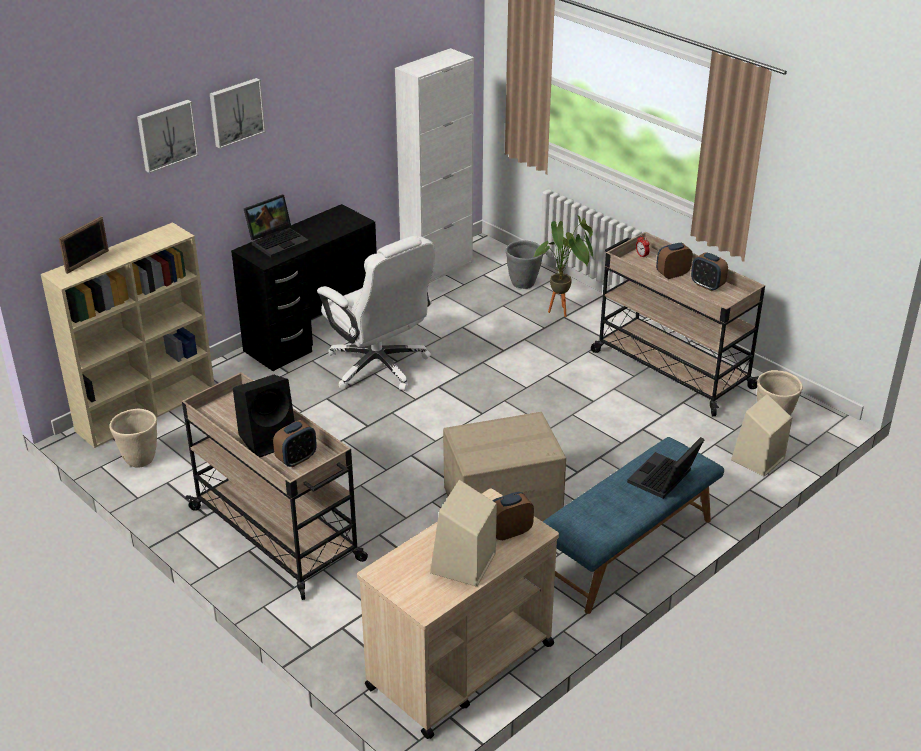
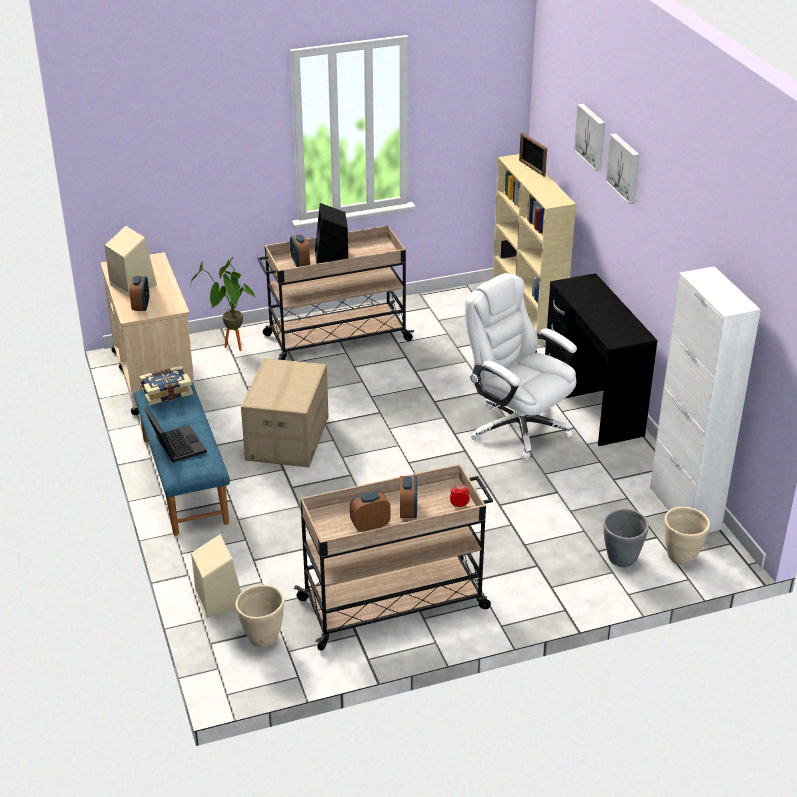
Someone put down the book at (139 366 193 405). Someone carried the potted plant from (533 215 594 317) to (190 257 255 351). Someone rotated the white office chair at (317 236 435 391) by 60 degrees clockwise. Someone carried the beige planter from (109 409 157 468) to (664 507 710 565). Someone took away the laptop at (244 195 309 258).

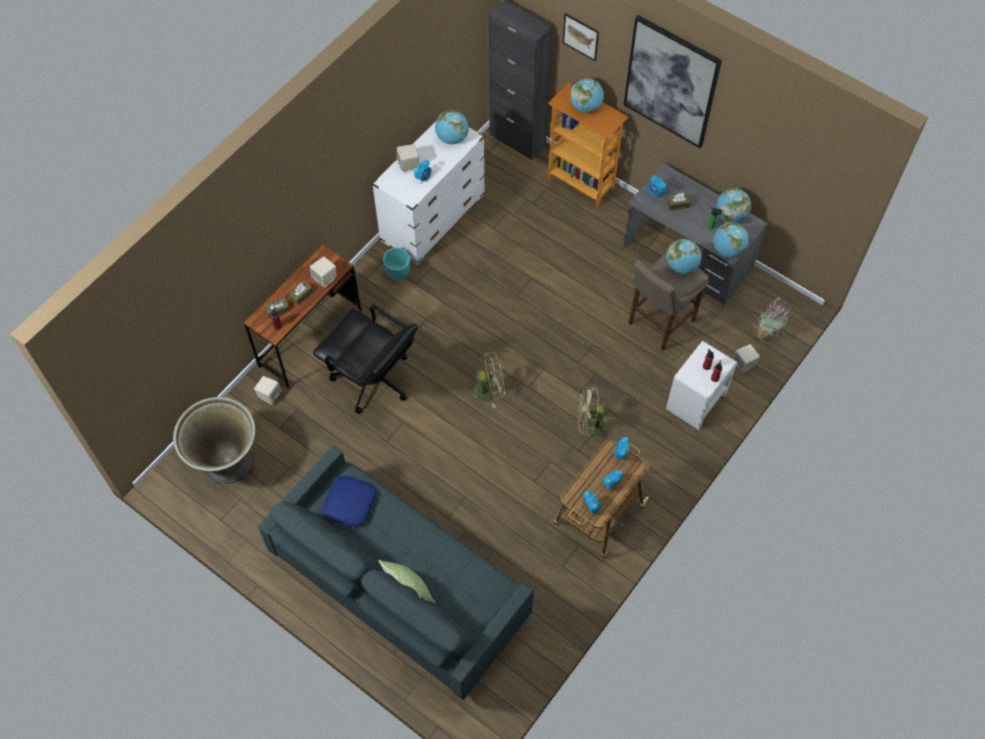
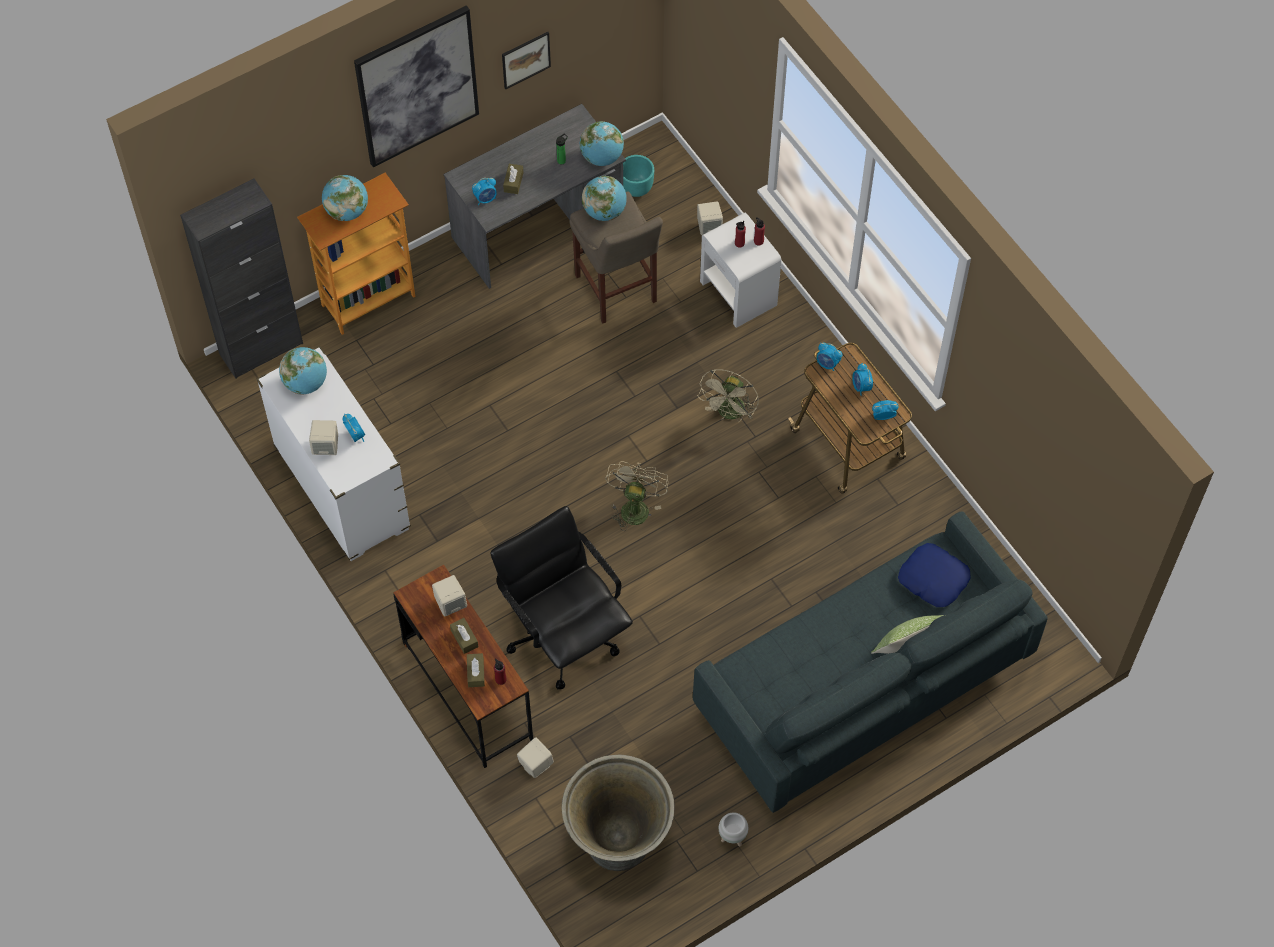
Someone rotated the black office chair at (313 305 418 414) by 90 degrees counterclockwise. Someone carried the picture from (563 13 599 61) to (502 32 551 89). Someone carried the turquoise planter from (383 248 410 280) to (623 155 654 197). Someone put down the white planter at (719 812 748 846). Someone carried the blue pillow from (322 476 376 526) to (898 543 971 607). Someone took away the globe at (716 188 751 223). Someone took away the potted plant at (753 296 791 343).

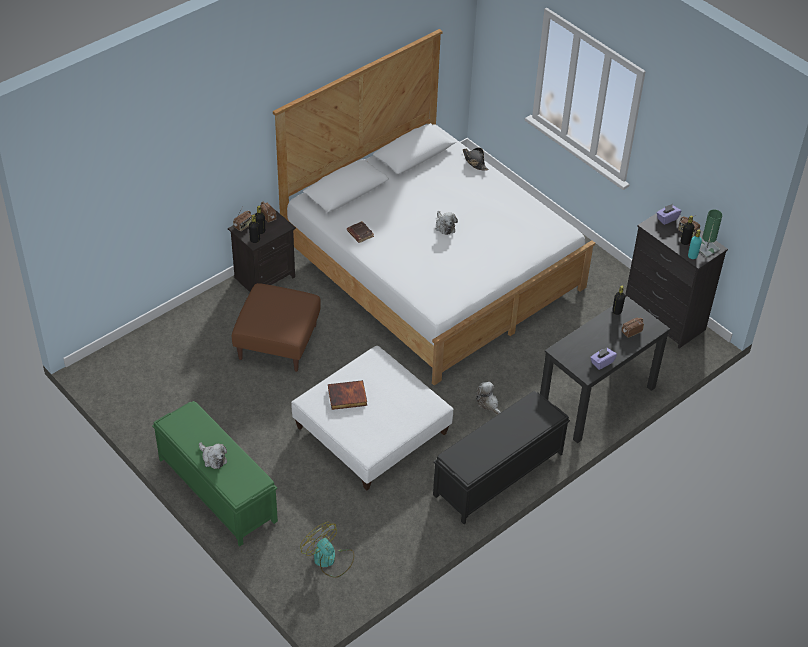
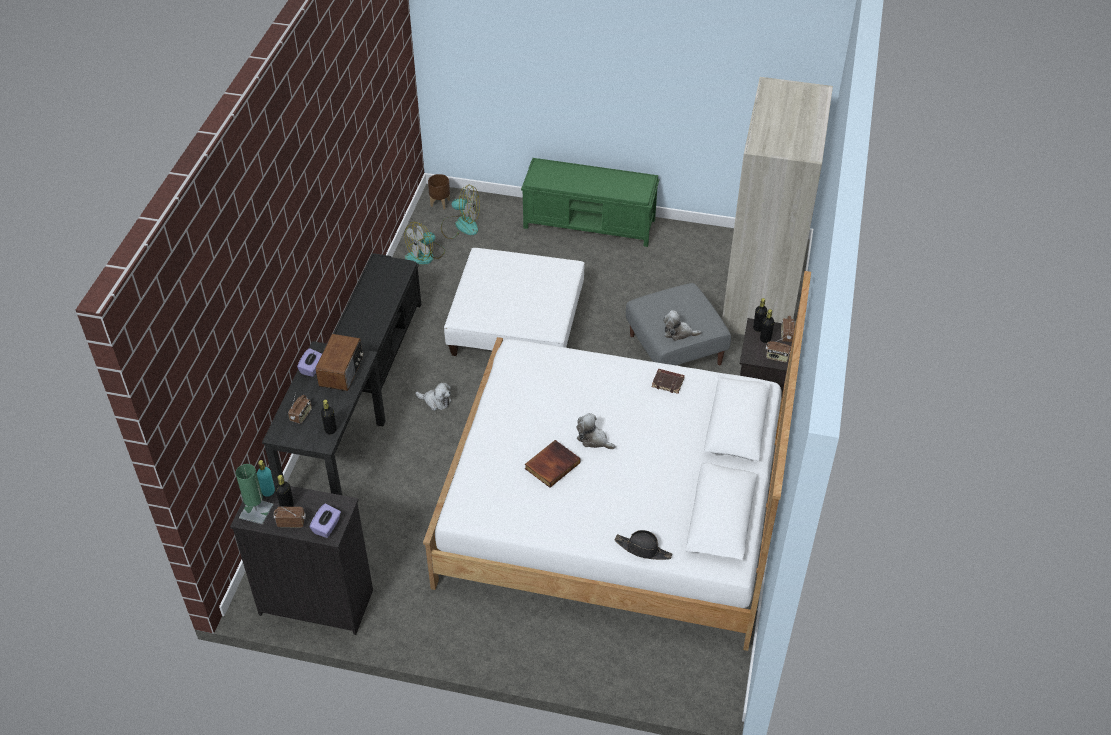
Someone put down the radio at (316 334 363 391). Someone put down the fan at (405 222 445 265). Someone put down the brown planter at (428 174 450 209). Someone carried the book from (328 380 367 410) to (525 440 580 488). Someone repainted the brown ottoman at (232 283 321 372), which became the grey ottoman at (626 283 731 365). Someone carried the plush toy from (199 442 227 469) to (663 310 702 341). Someone put down the beige wardrobe at (722 77 833 335).

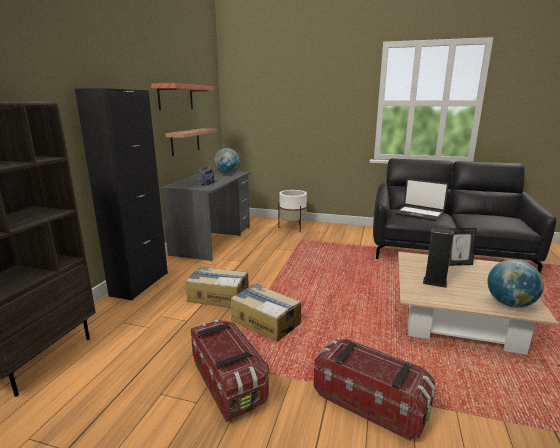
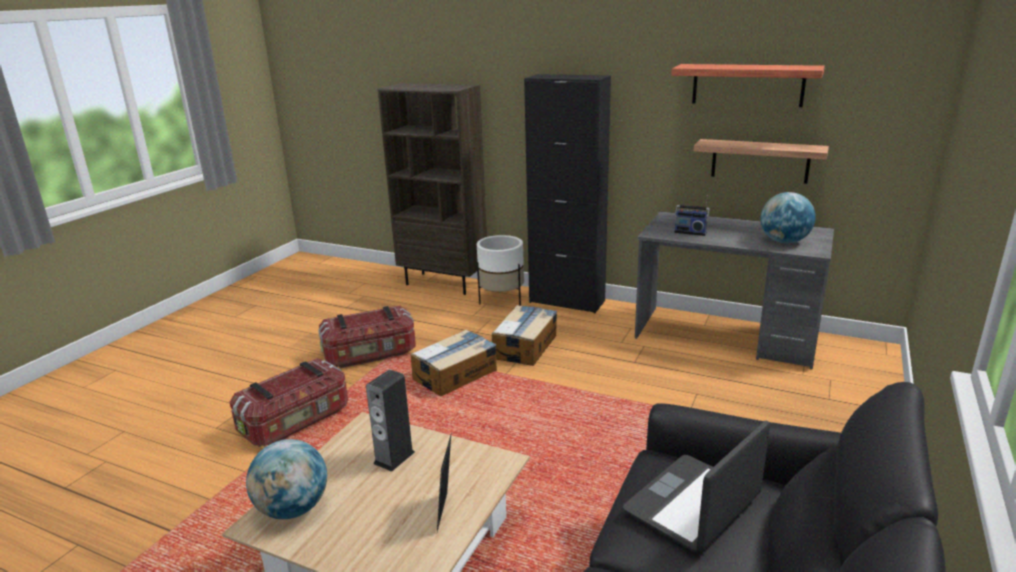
Someone carried the white planter from (279 190 307 228) to (477 235 524 306).

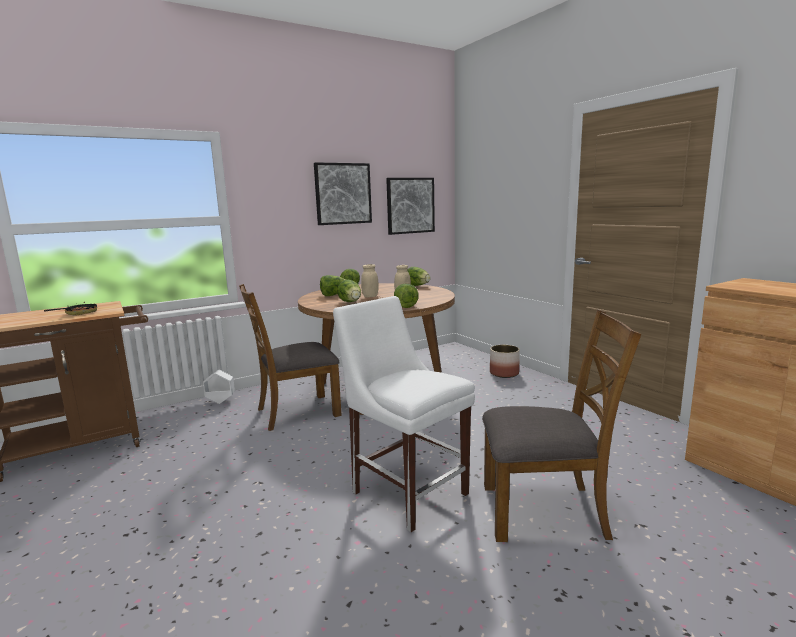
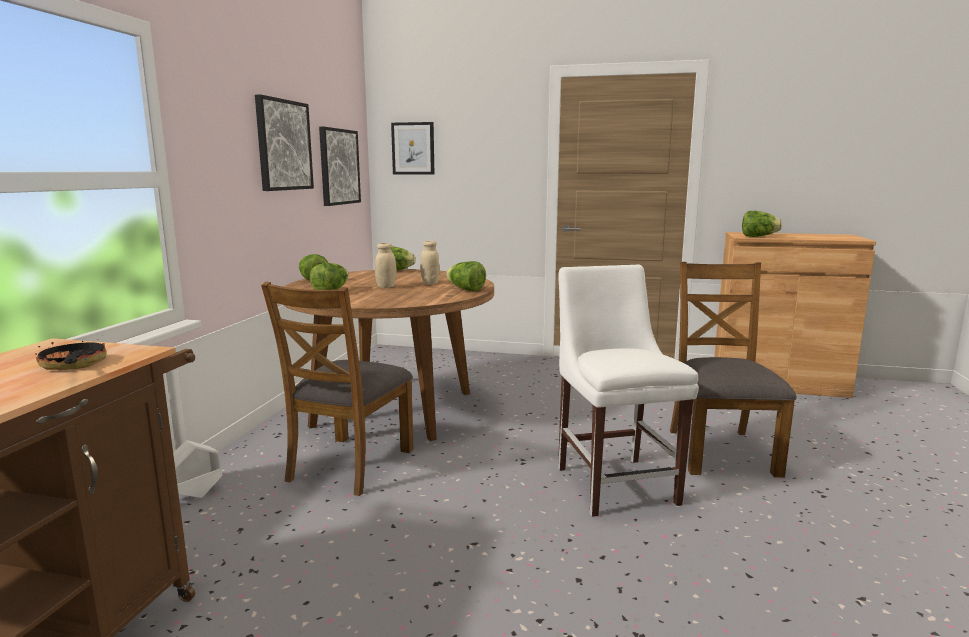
Someone put up the picture at (391 122 434 174). Someone rotated the white chair at (333 296 475 532) by 75 degrees clockwise. Someone rotated the brown chair at (482 309 642 542) by 45 degrees counterclockwise. Someone carried the lettuce from (337 280 361 302) to (742 211 782 237). Someone took away the planter at (490 345 520 378).

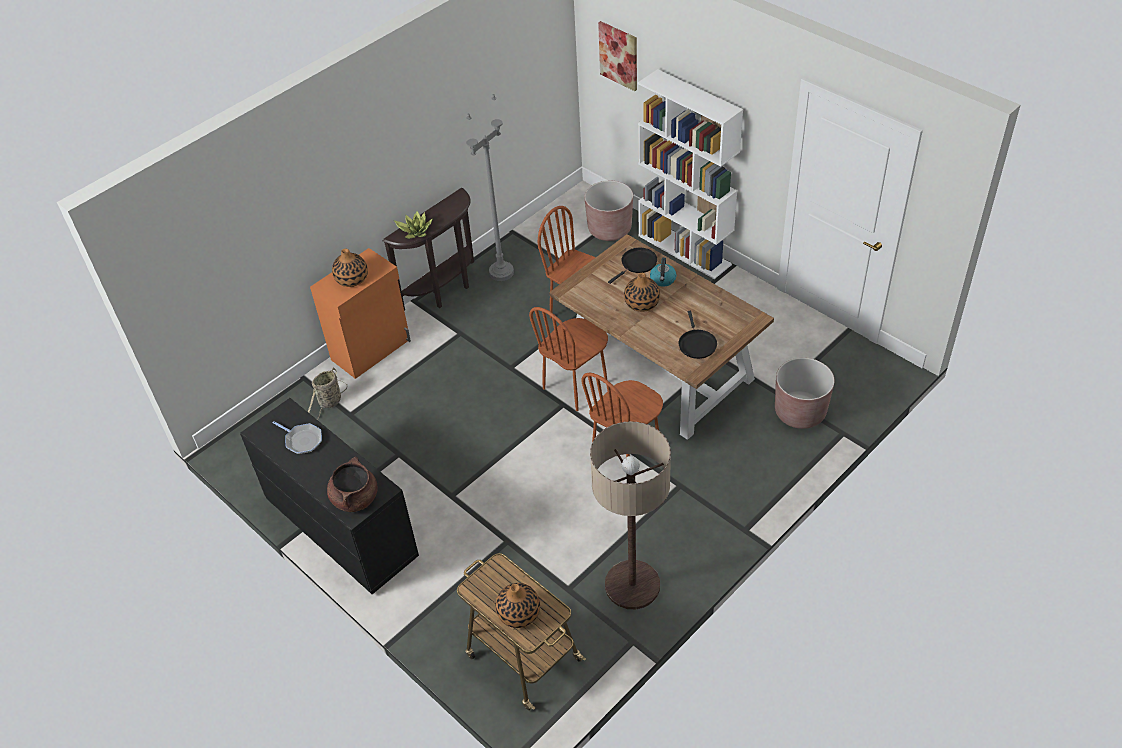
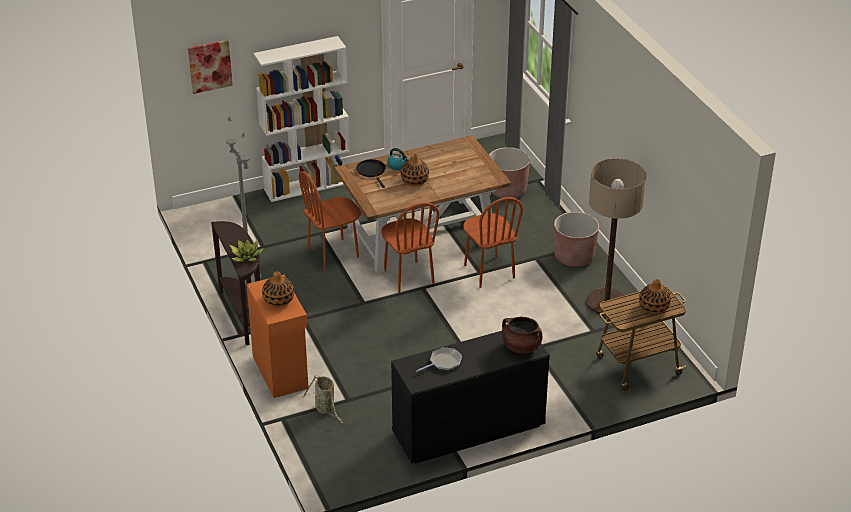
Someone carried the brown planter from (584 181 633 241) to (554 212 599 267). Someone took away the black frying pan at (679 311 717 359).

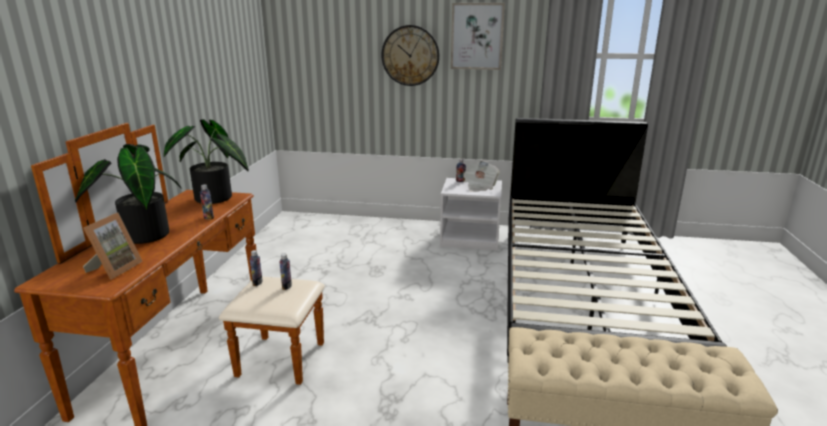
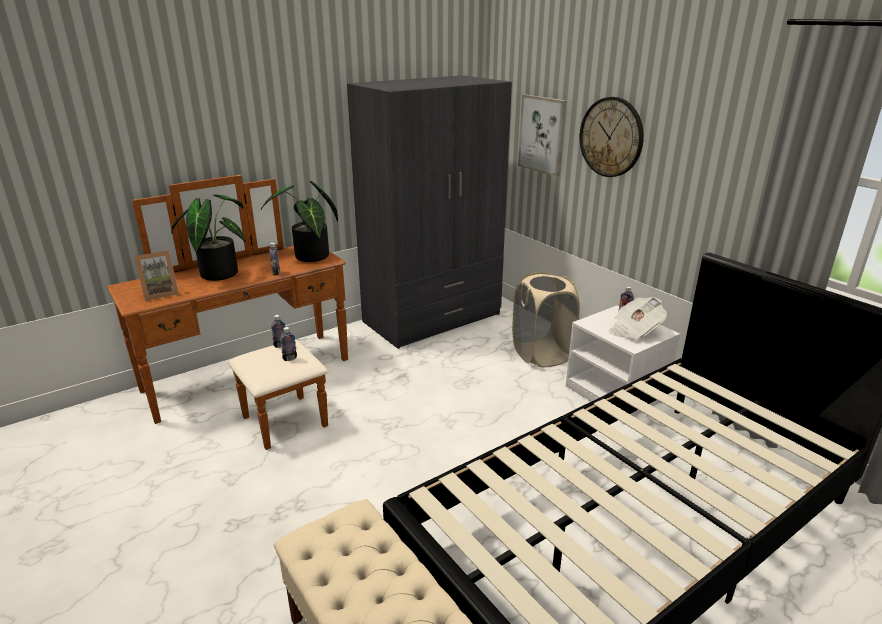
Someone put down the grey wardrobe at (347 75 512 349). Someone put down the beige laundry basket at (512 272 580 368). Someone carried the picture from (451 3 505 70) to (518 94 566 177).

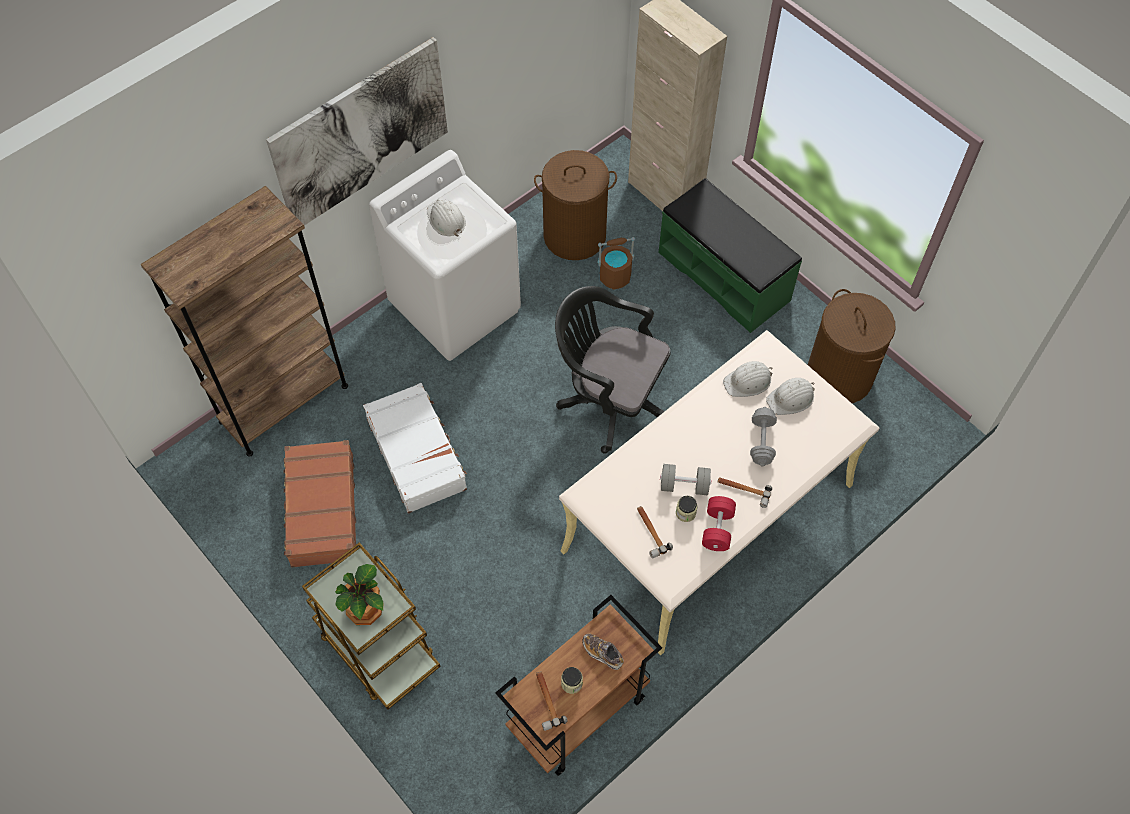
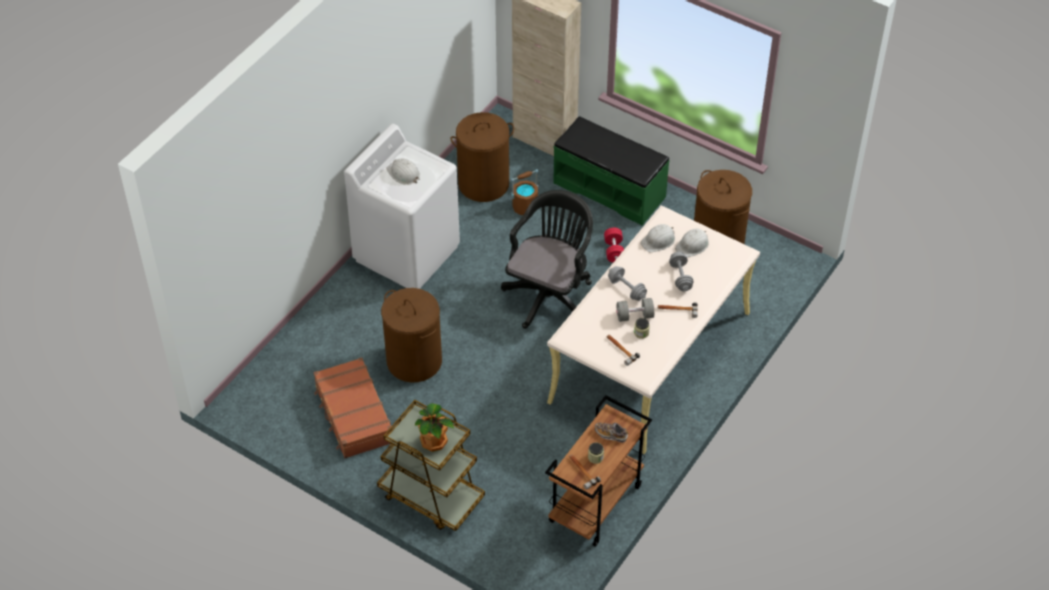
Someone swapped the white suitcase at (363 383 467 513) for the brown laundry basket at (381 288 442 382). Someone rotated the black office chair at (555 286 671 454) by 105 degrees clockwise. Someone carried the red dumbbell from (702 496 736 551) to (604 228 624 262). Someone put down the grey dumbbell at (608 266 647 301). Someone took away the brown bookcase at (140 186 348 457). Someone took away the picture at (266 37 448 225).

